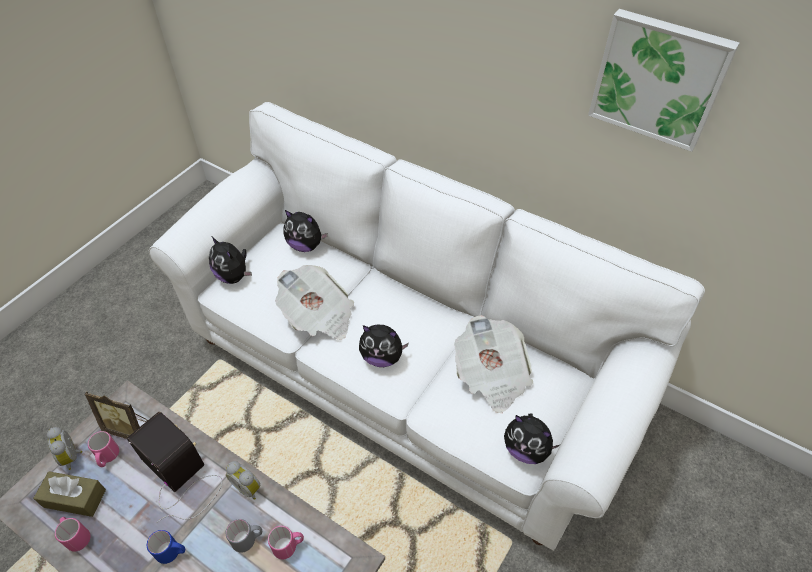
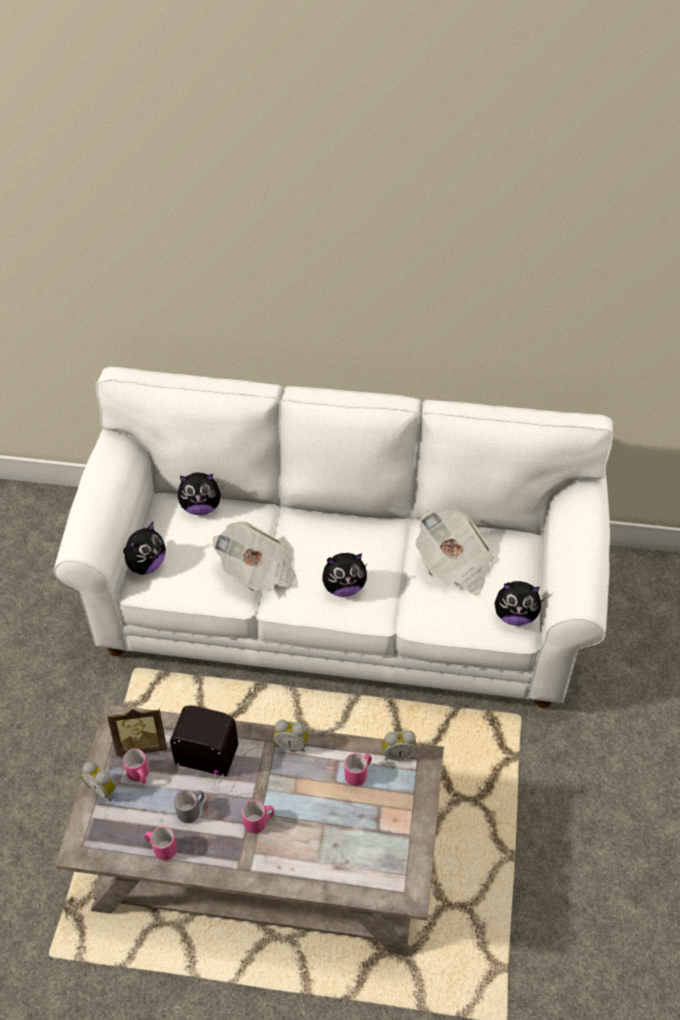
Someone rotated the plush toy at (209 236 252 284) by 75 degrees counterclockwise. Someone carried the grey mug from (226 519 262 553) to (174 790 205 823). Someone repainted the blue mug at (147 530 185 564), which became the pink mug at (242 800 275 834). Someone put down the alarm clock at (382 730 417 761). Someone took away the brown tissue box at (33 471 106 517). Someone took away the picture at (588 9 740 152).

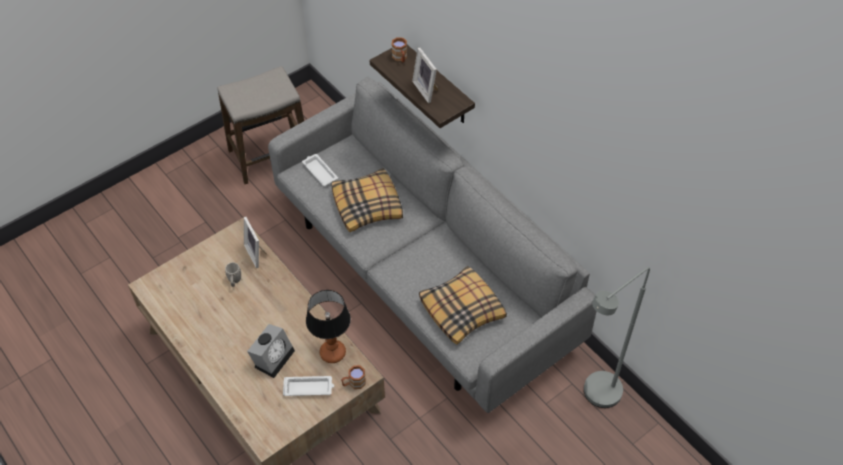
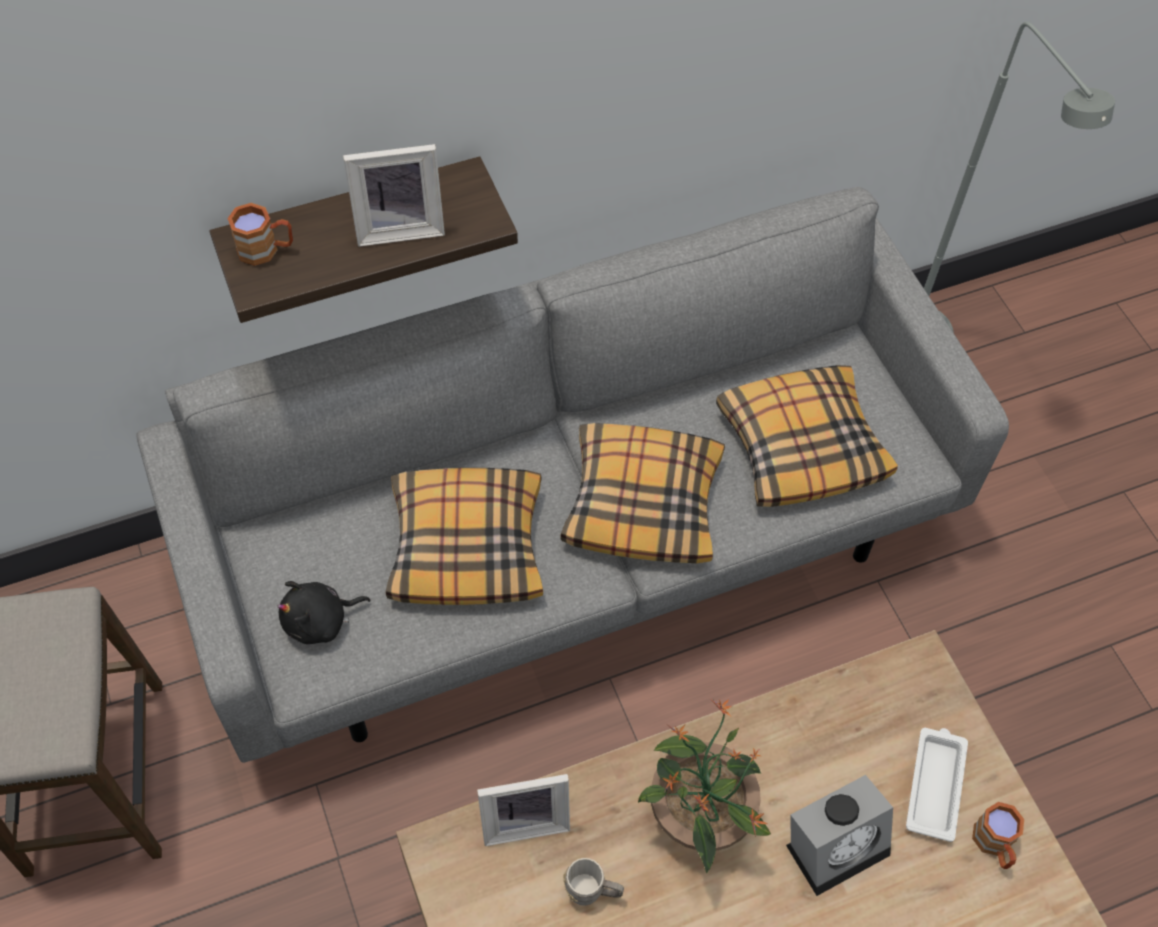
Someone swapped the white tray at (302 154 338 186) for the black plush toy at (277 581 370 644). Someone put down the pillow at (560 423 725 563). Someone put down the potted plant at (638 699 771 874). Someone rotated the alarm clock at (247 324 295 378) by 105 degrees clockwise. Someone carried the brown mug from (341 365 366 389) to (972 802 1024 869). Someone took away the table lamp at (306 290 351 363).

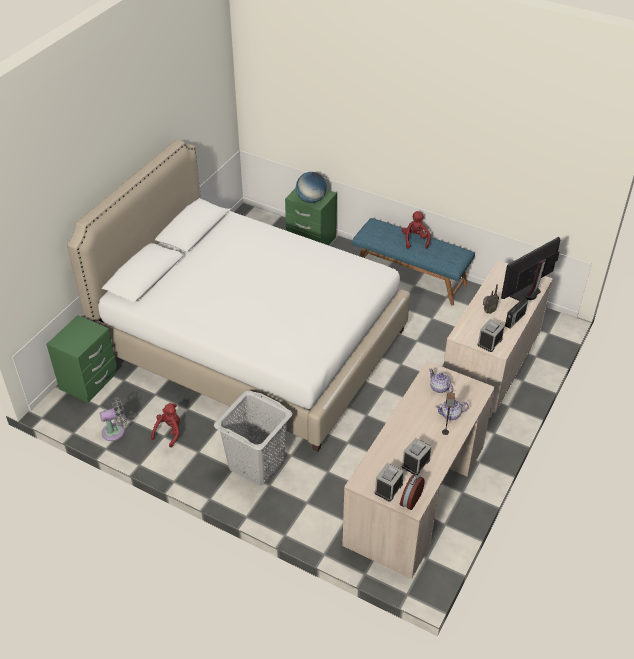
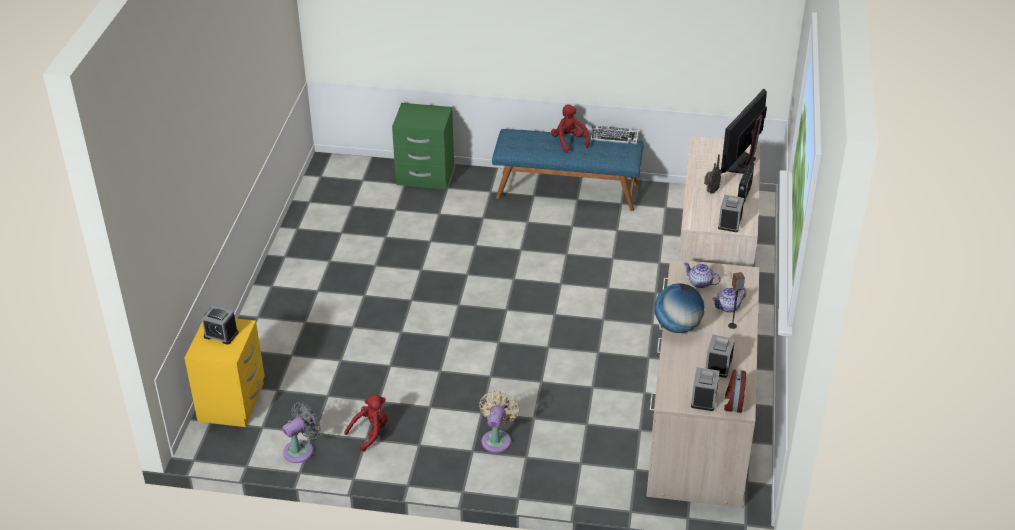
Someone repainted the green nightstand at (46 315 117 402), which became the yellow nightstand at (184 318 265 427). Someone put down the alarm clock at (202 306 239 345). Someone rotated the red plush toy at (151 403 180 448) by 45 degrees clockwise. Someone swapped the grey laundry basket at (214 390 292 486) for the beige fan at (479 391 519 453). Someone put down the keyboard at (591 126 639 144). Someone carried the globe from (296 172 327 203) to (655 283 704 333). Someone took away the white bed at (67 140 410 452).

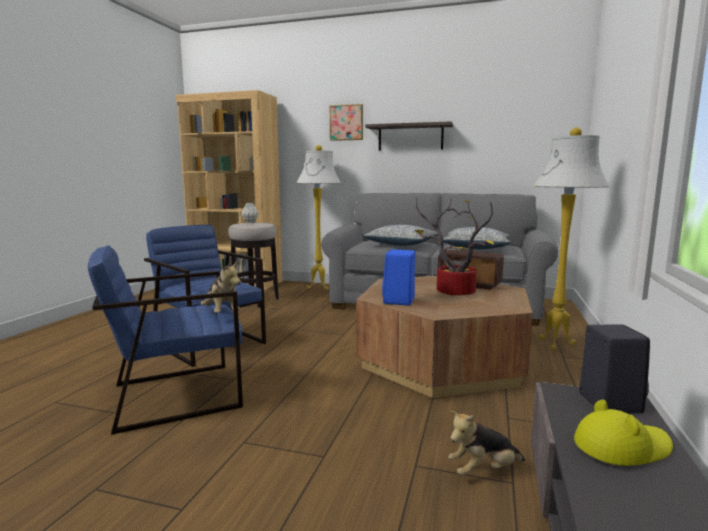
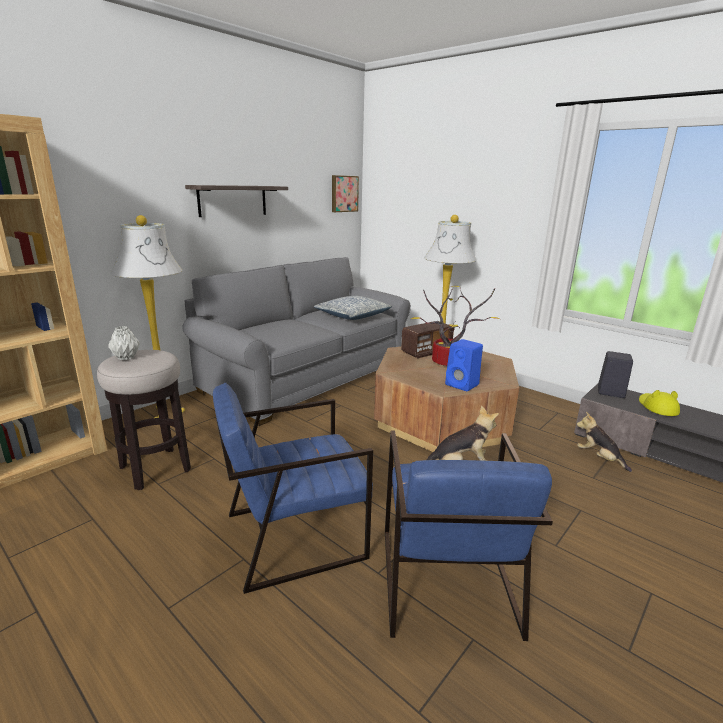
Someone carried the picture from (330 104 363 141) to (332 175 359 212). Someone rotated the plush toy at (449 411 525 476) by 135 degrees clockwise. Someone took away the pillow at (363 225 438 246).

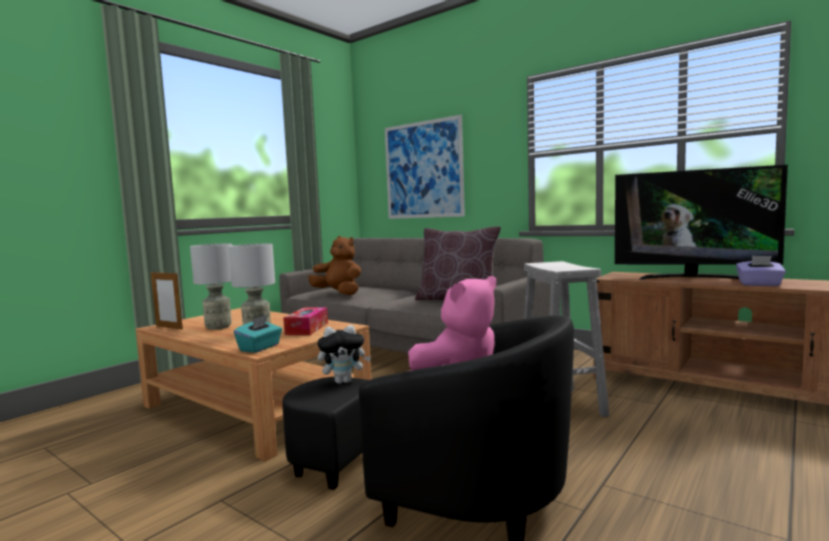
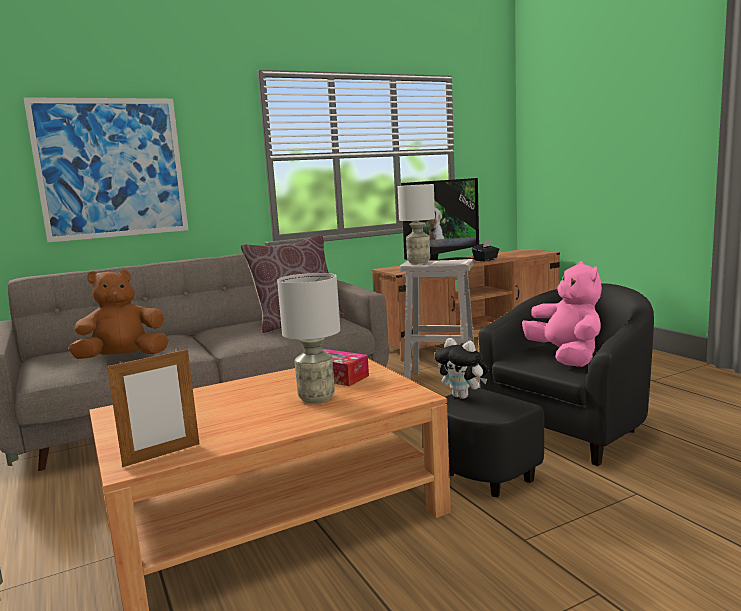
Someone carried the grey table lamp from (190 243 232 330) to (398 184 435 264). Someone rotated the plush toy at (317 325 371 384) by 120 degrees clockwise. Someone repainted the purple tissue box at (736 256 786 286), which became the black tissue box at (472 240 500 261). Someone took away the turquoise tissue box at (234 315 282 353).

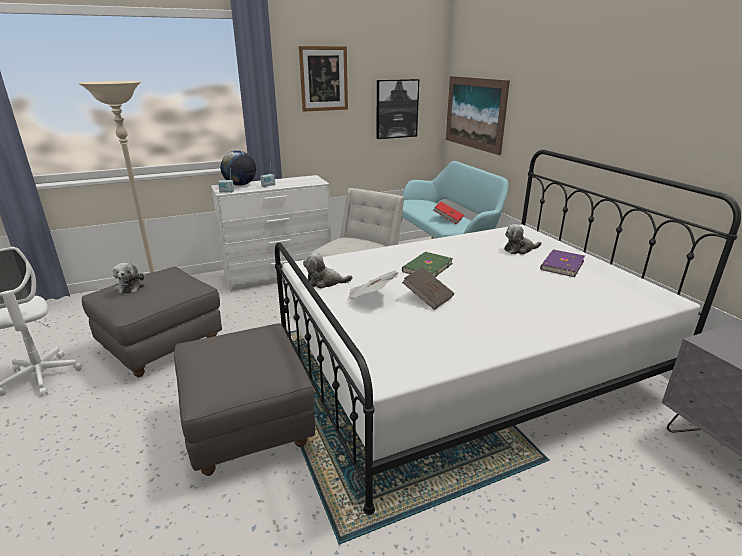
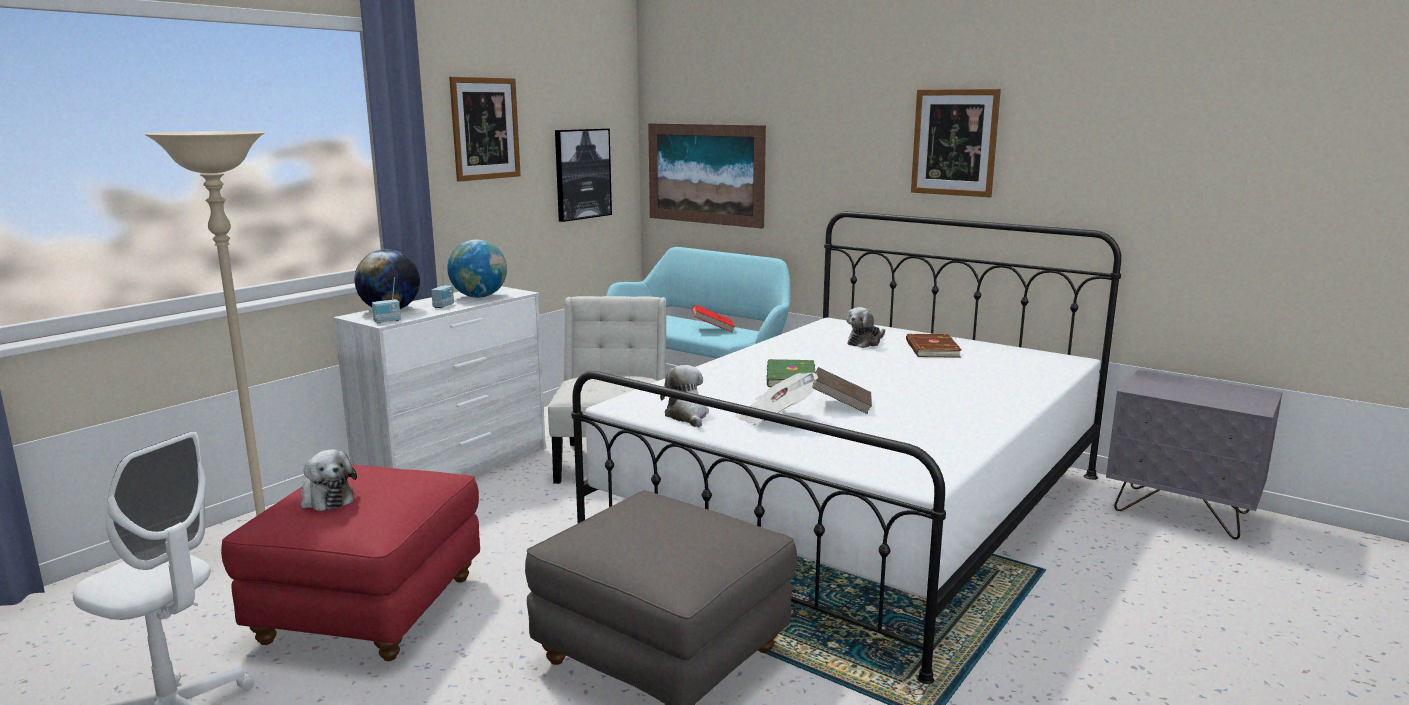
Someone repainted the grey ottoman at (82 267 222 377), which became the red ottoman at (221 464 480 661). Someone put down the globe at (447 240 507 298). Someone rotated the plush toy at (303 252 352 289) by 105 degrees clockwise. Someone repainted the purple book at (540 249 585 277), which became the brown book at (906 334 962 358). Someone put up the picture at (911 89 1001 197).

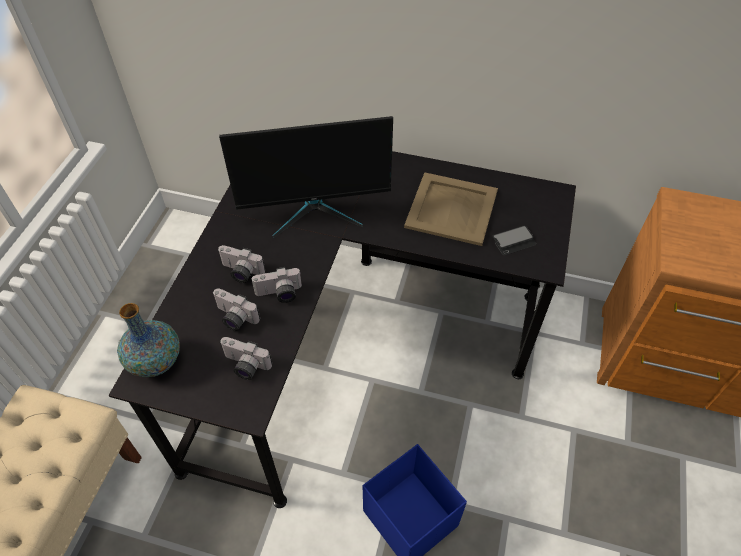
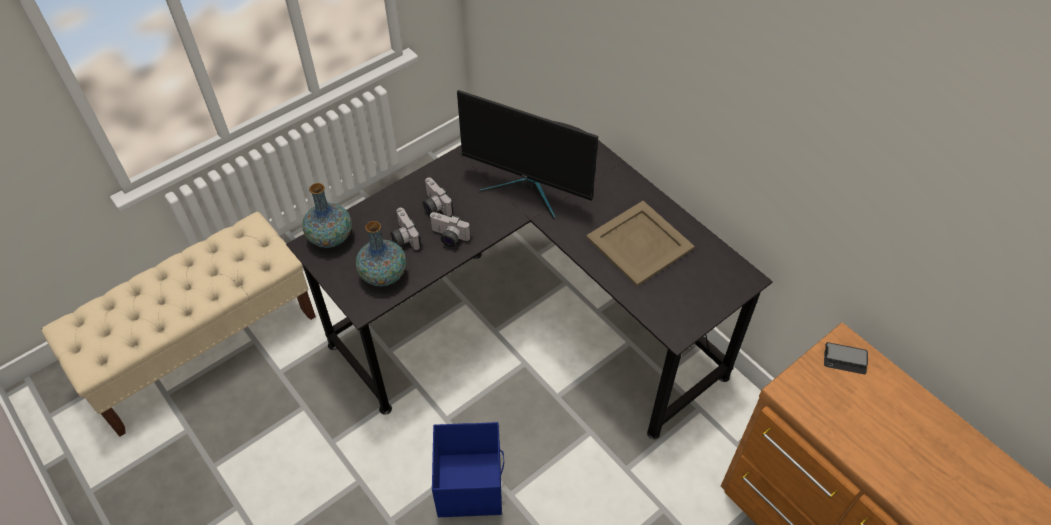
Someone swapped the photo camera at (220 337 272 380) for the vase at (356 221 406 287). Someone carried the phone from (493 226 536 255) to (824 342 868 374).

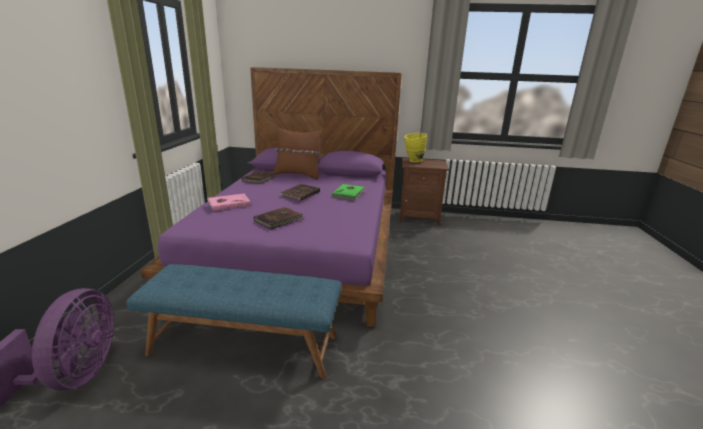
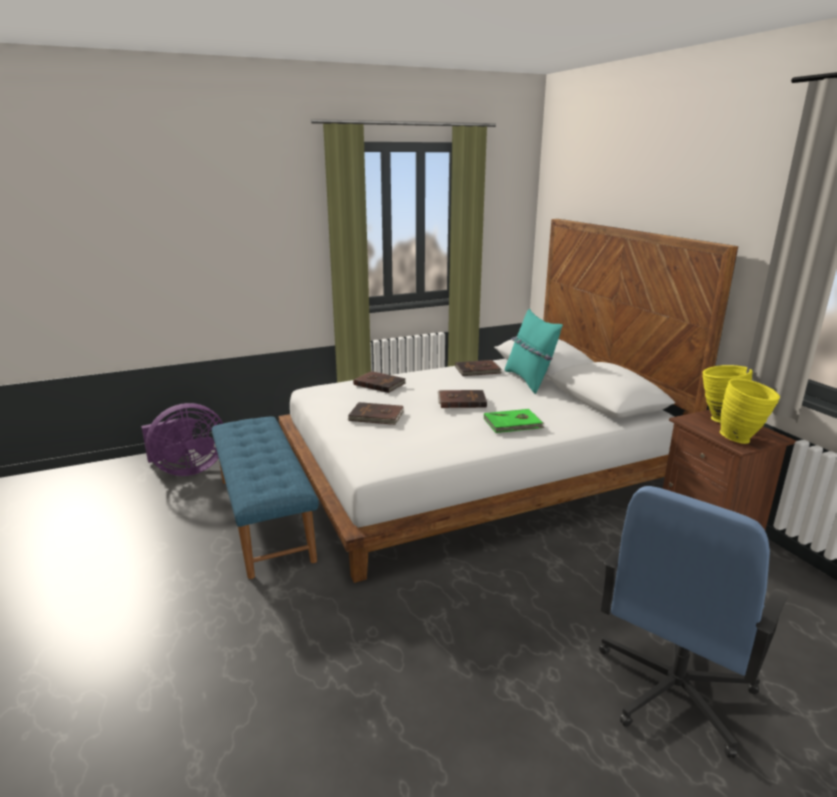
Someone repainted the purple bed at (141 67 402 327), which became the white bed at (278 219 738 583). Someone repainted the pink book at (207 194 251 211), which became the brown book at (353 371 405 393). Someone repainted the brown pillow at (273 128 322 179), which became the turquoise pillow at (505 308 563 394). Someone put down the blue office chair at (599 486 790 758). Someone put down the yellow vase at (720 378 780 444).

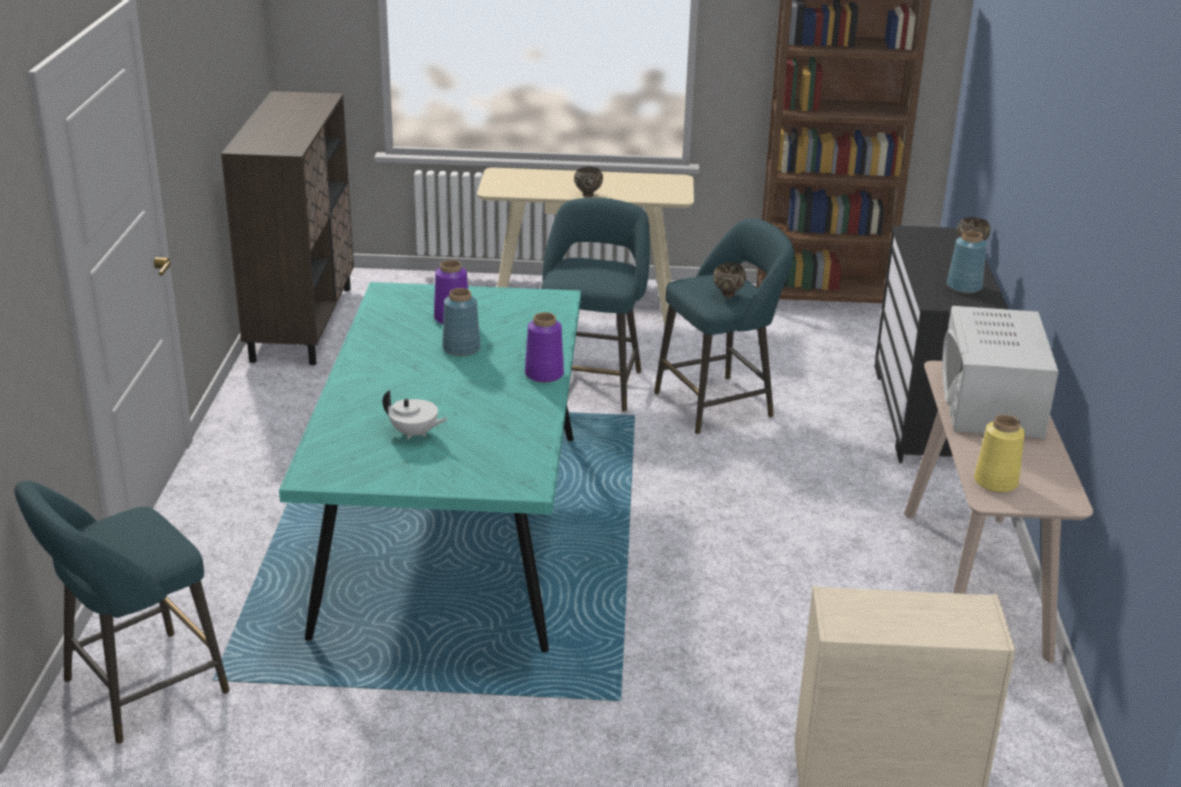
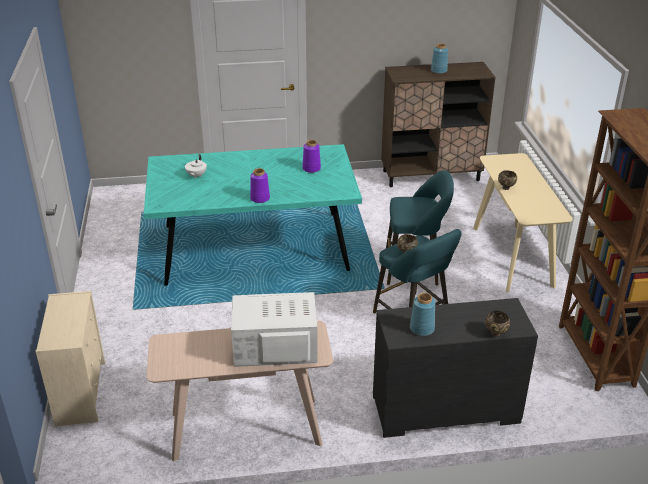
Someone carried the blue vase from (442 288 481 356) to (431 43 448 74). Someone took away the turquoise stool at (15 481 230 744). Someone took away the yellow vase at (974 415 1025 492).

